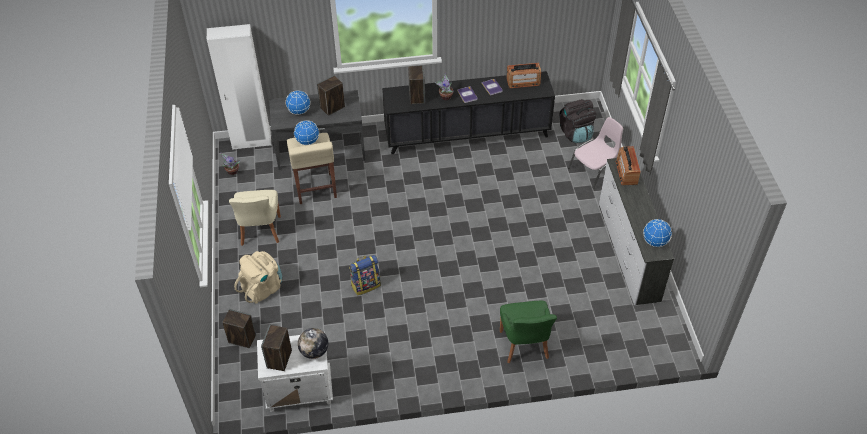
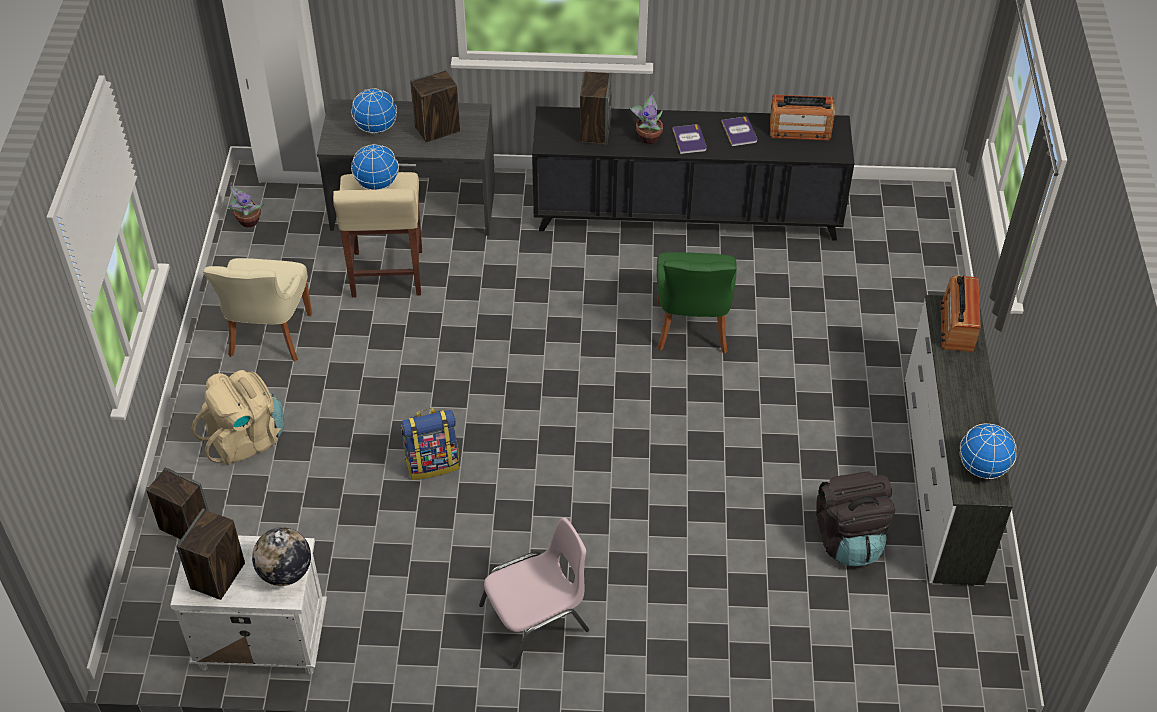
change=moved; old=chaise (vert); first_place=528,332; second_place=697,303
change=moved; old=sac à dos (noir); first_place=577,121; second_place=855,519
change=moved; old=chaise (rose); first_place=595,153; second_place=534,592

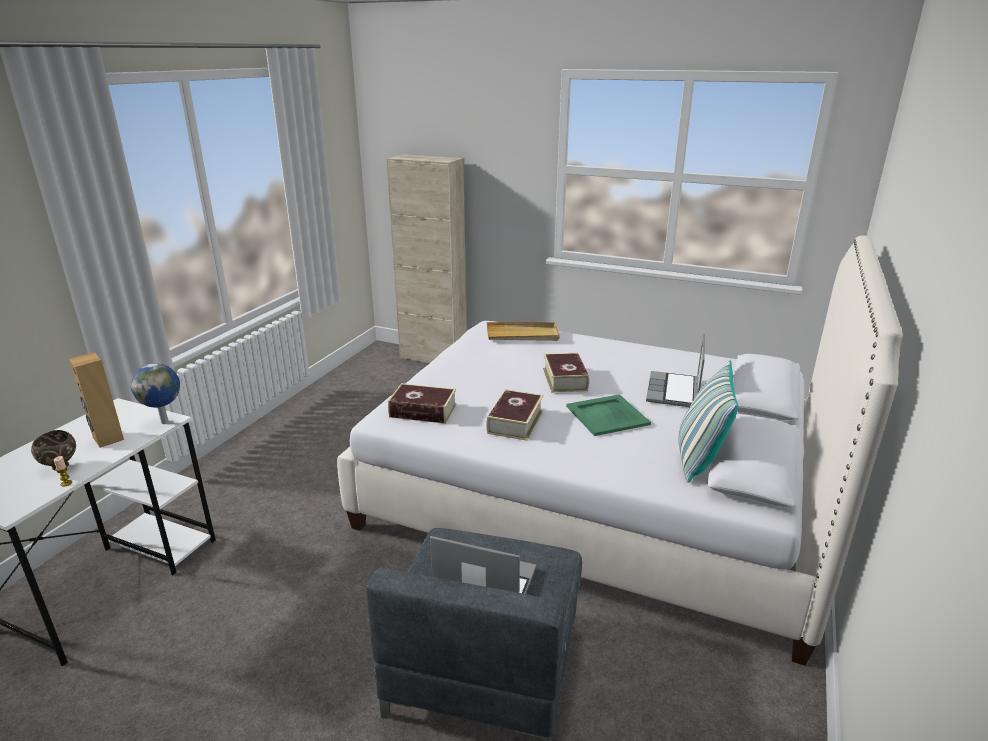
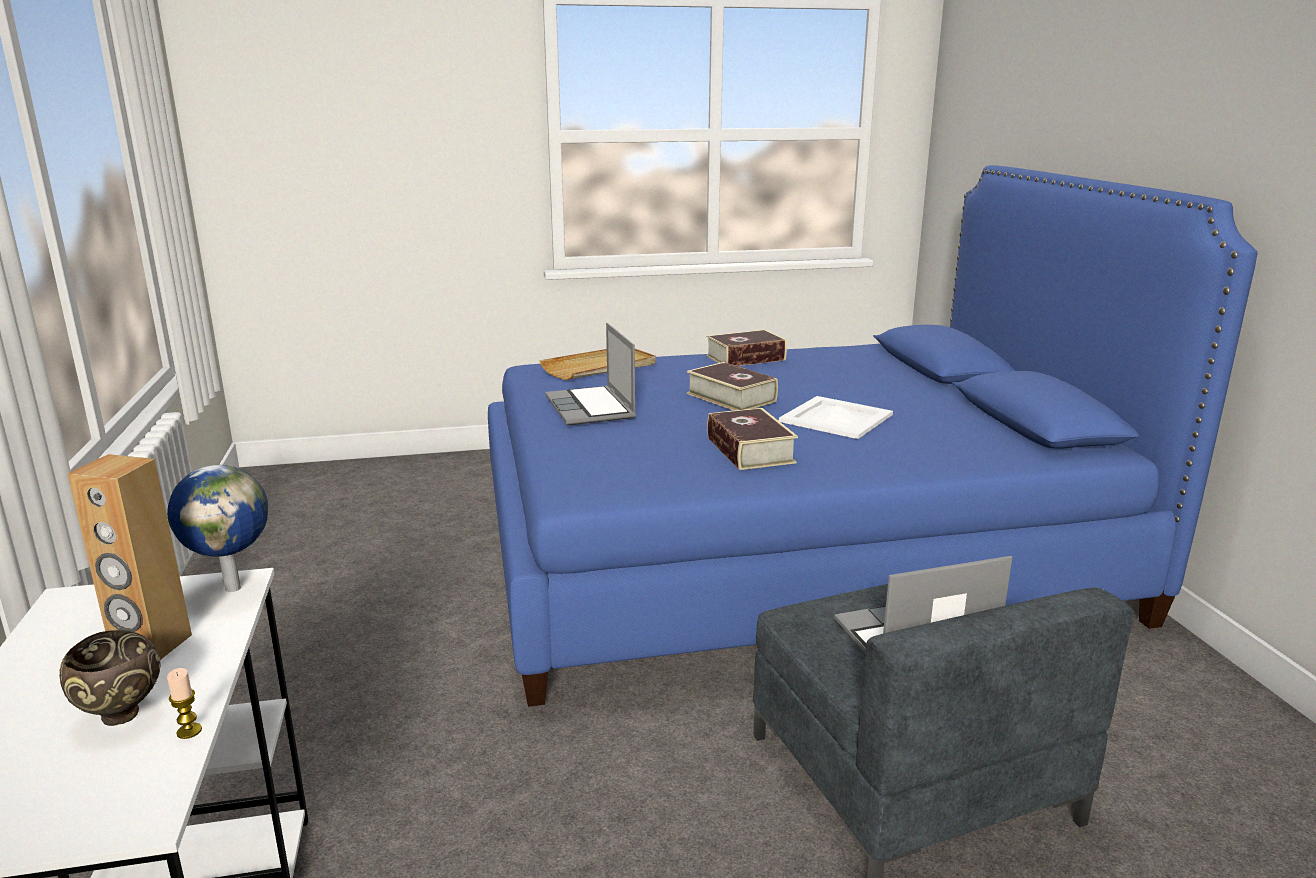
change=removed; old=meuble de rangement (beige); first_place=426,258
change=removed; old=coussin; first_place=708,421
change=moved; old=livre; first_place=422,403; second_place=746,348
change=moved; old=ordinateur portable; first_place=675,370; second_place=590,374
change=recoloured; old=lit (blanc); new=lit (bleu); first_place=620,450; second_place=873,436
change=recoloured; old=plateau (vert); new=plateau (blanc); first_place=608,415; second_place=836,417

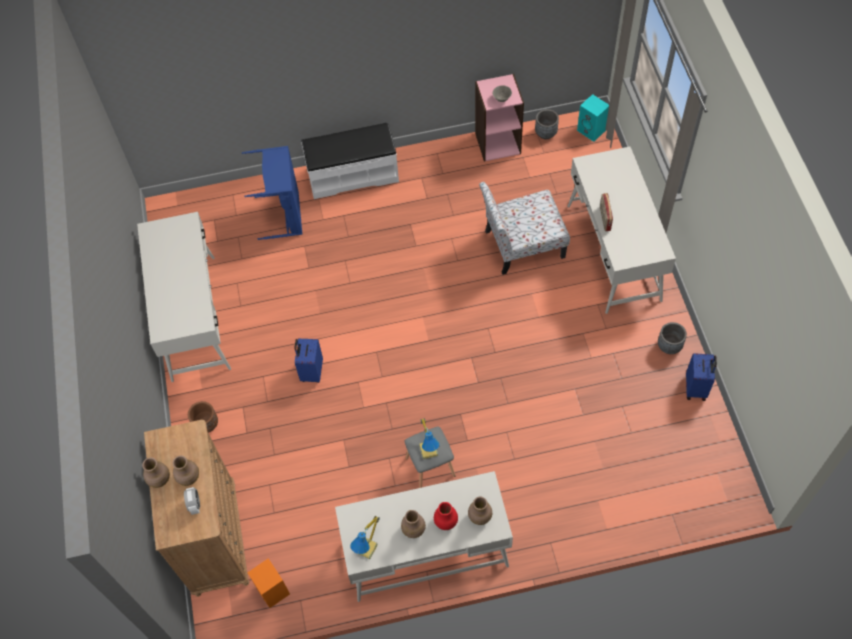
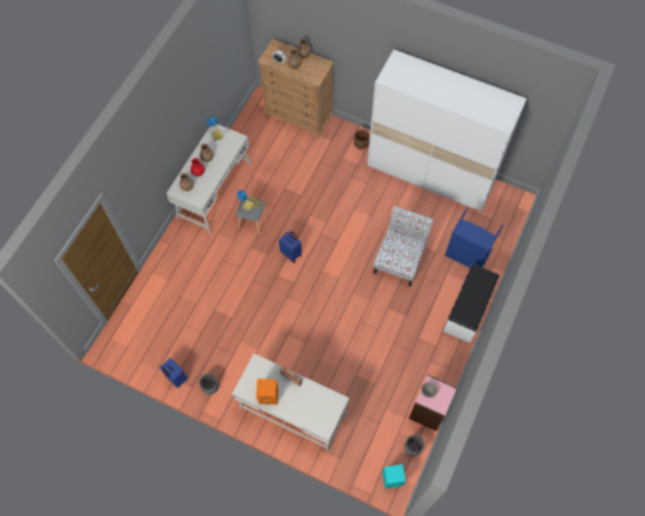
change=moved; old=enceinte (orange); first_place=268,583; second_place=267,392
change=moved; old=valise (bleu); first_place=308,360; second_place=290,247
change=moved; old=chaise; first_place=524,228; second_place=403,246
change=replaced; old=bureau (blanc); new=armoire (blanc); first_place=184,297; second_place=447,130

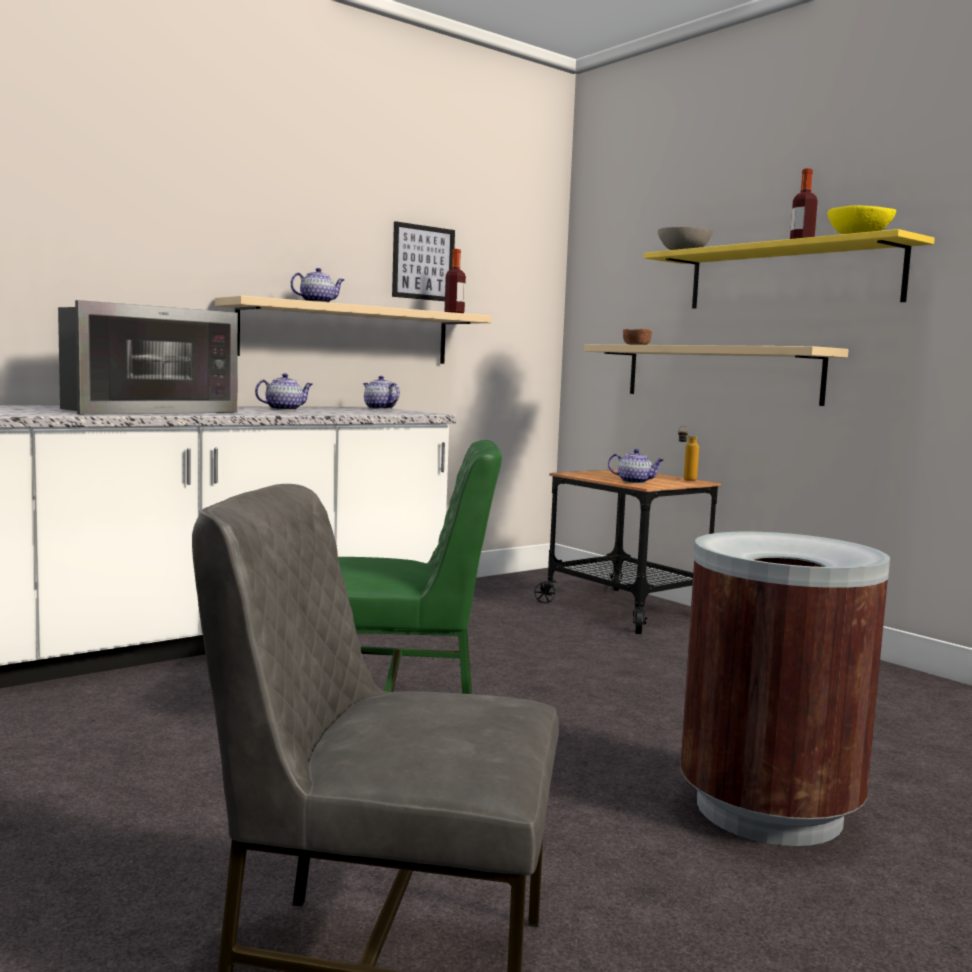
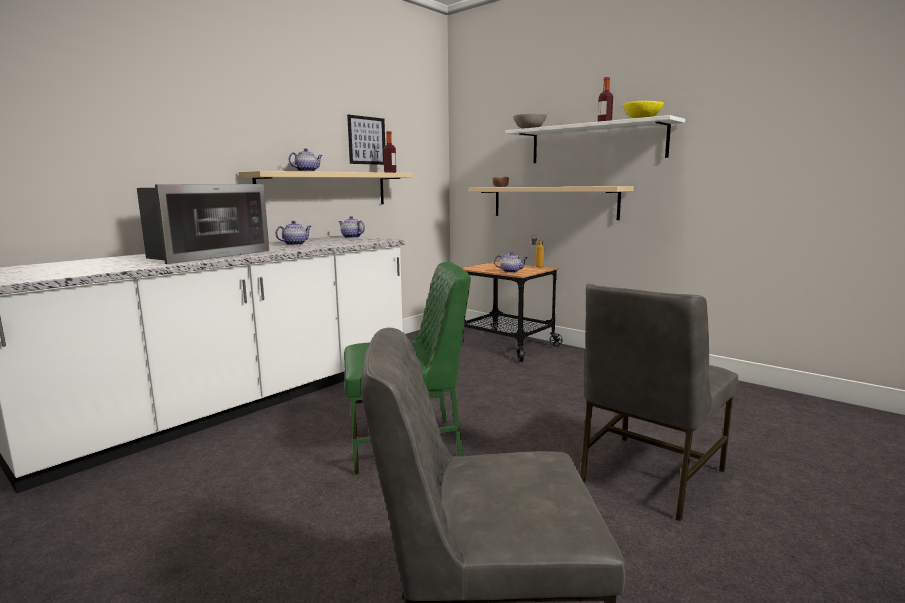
change=replaced; old=poubelle (marron); new=chaise (gris); first_place=785,689; second_place=659,402
change=recoloured; old=étagère (jaune); new=étagère (blanc); first_place=789,268; second_place=595,139

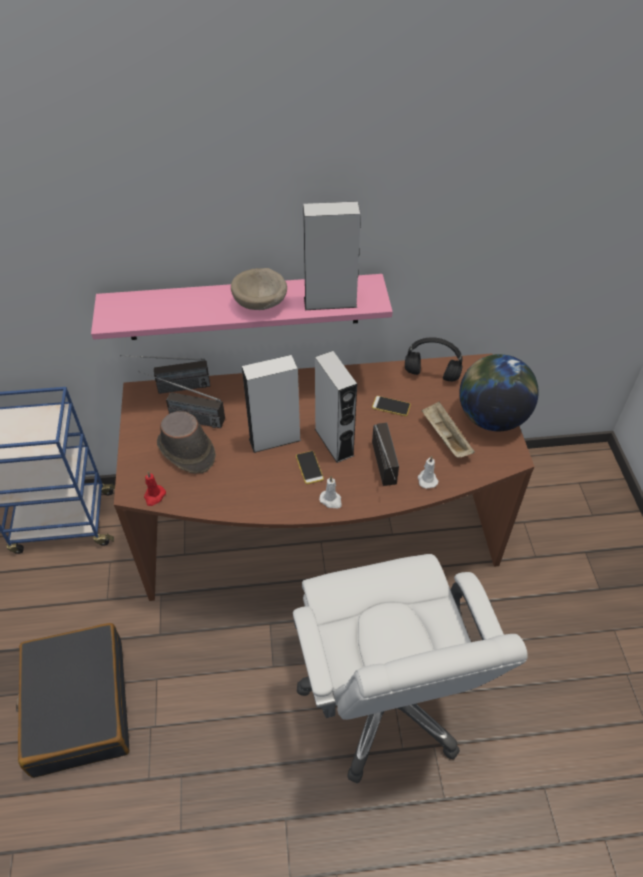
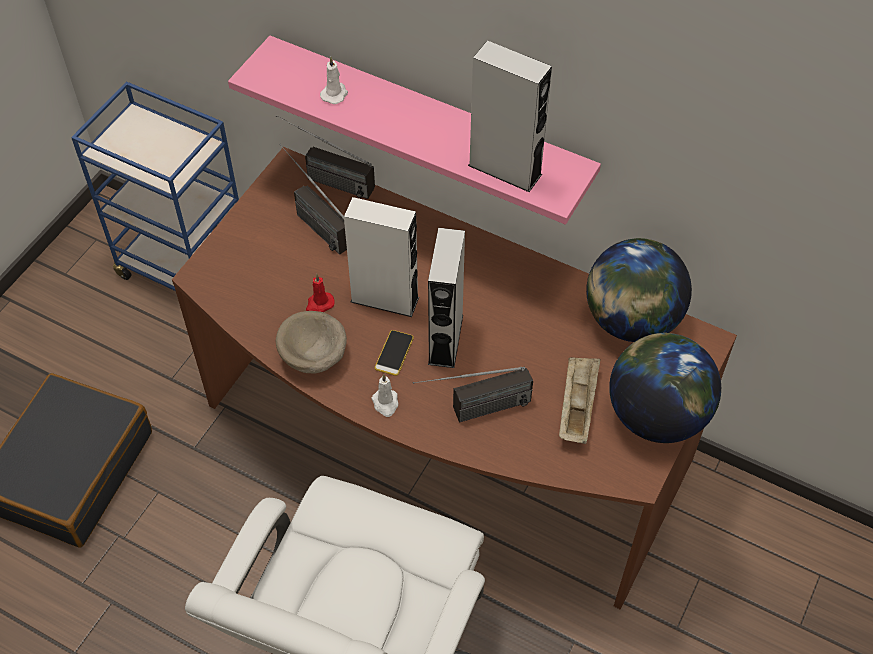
change=removed; old=chapeau (marron); first_place=186,442
change=removed; old=téléphone; first_place=391,406
change=moved; old=bougie (rouge); first_place=155,489; second_place=320,293
change=moved; old=bol (beige); first_place=259,289; second_place=311,342
change=moved; old=bougie (blanc); first_place=428,472; second_place=334,80
change=replaced; old=casque audio (noir); new=globe; first_place=434,359; second_place=639,290
change=turned; old=radio; first_place=385,454; second_place=473,394; degrees=45

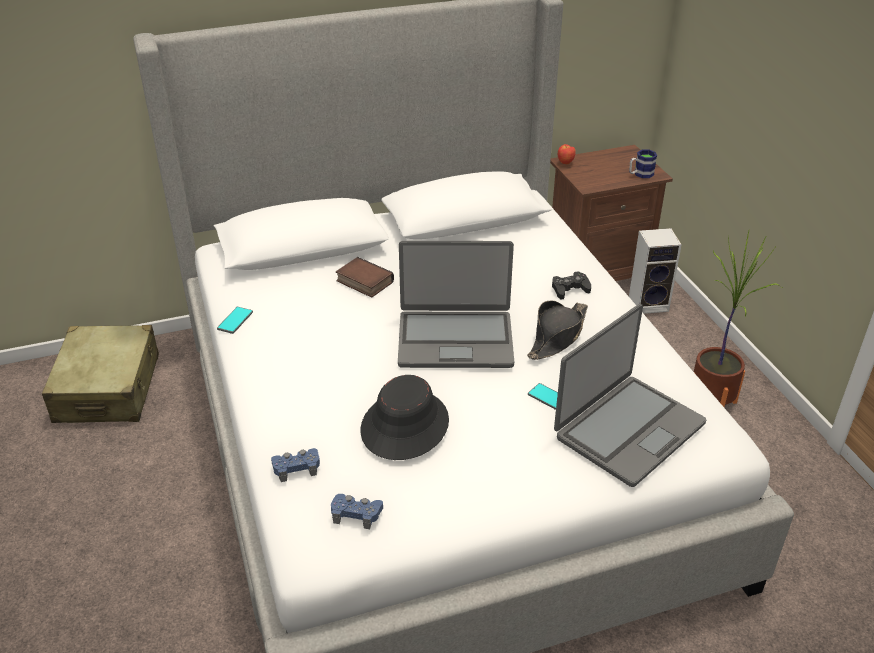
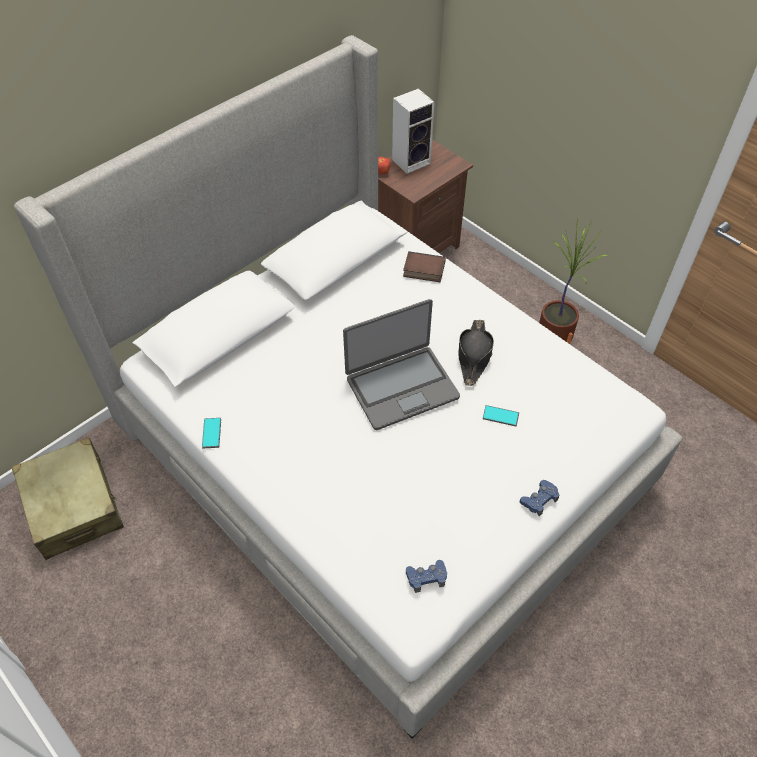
change=removed; old=chapeau (noir); first_place=405,417
change=removed; old=manette (noir); first_place=571,285
change=removed; old=ordinateur portable; first_place=630,395
change=removed; old=mug; first_place=643,164
change=moved; old=manette (bleu); first_place=295,465; second_place=539,498
change=moved; old=livre; first_place=365,277; second_place=424,266
change=moved; old=enceinte; first_place=655,271; second_place=413,131

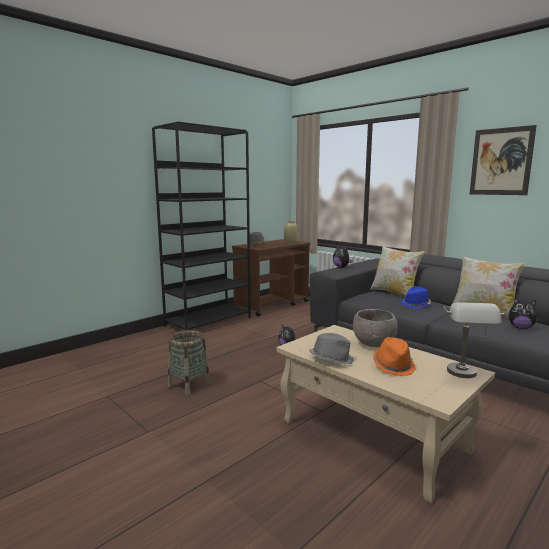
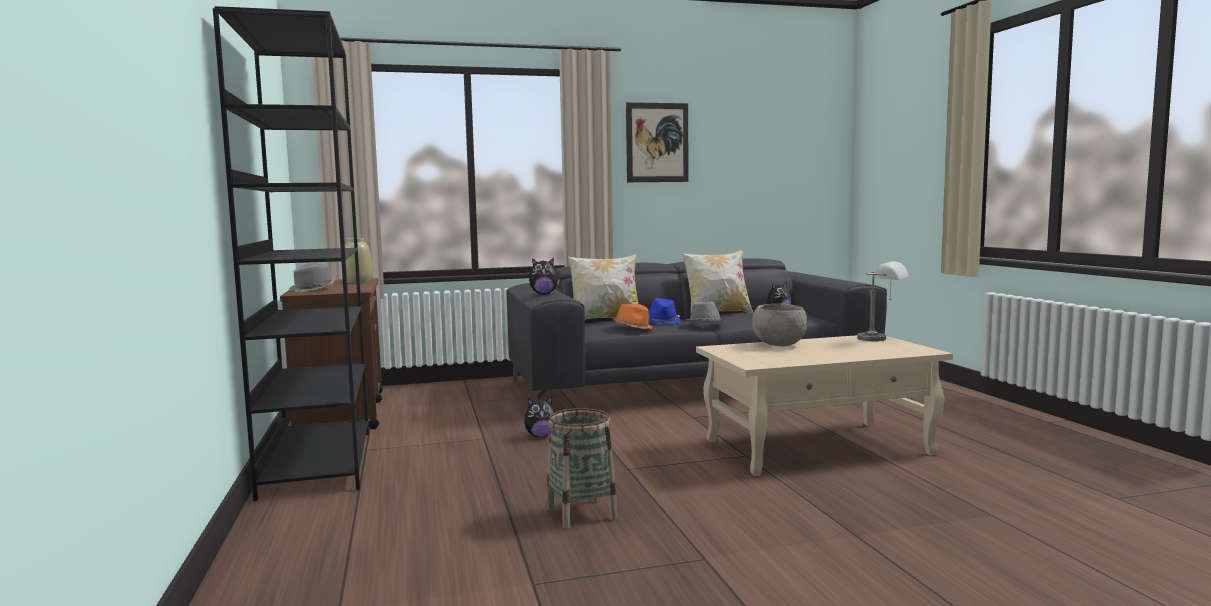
change=moved; old=chapeau (gris); first_place=331,348; second_place=705,311
change=moved; old=chapeau (orange); first_place=394,356; second_place=633,316

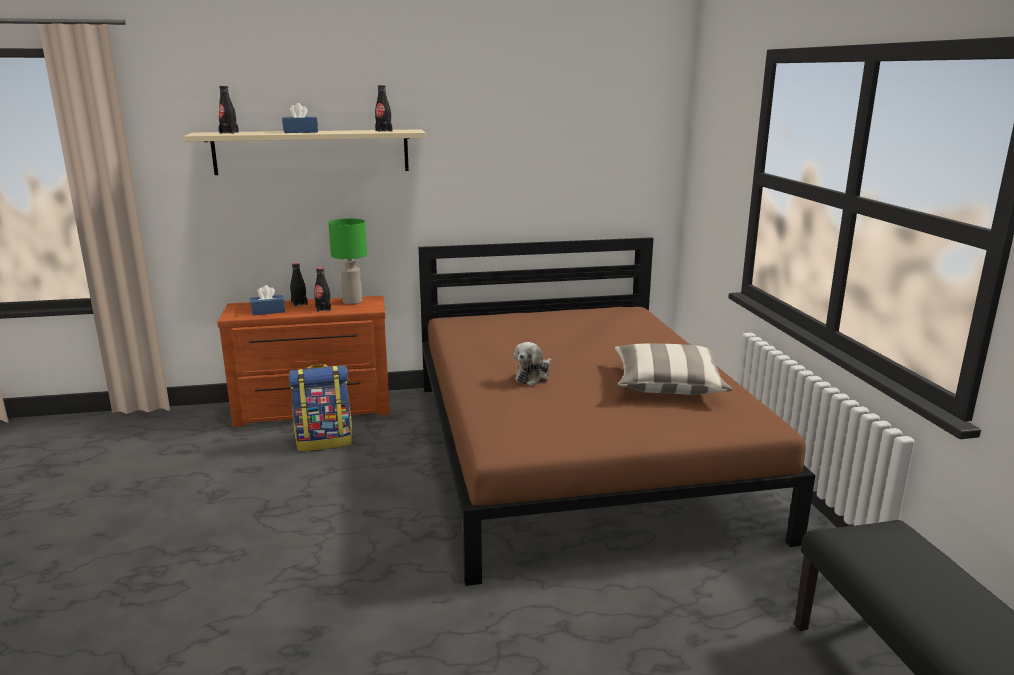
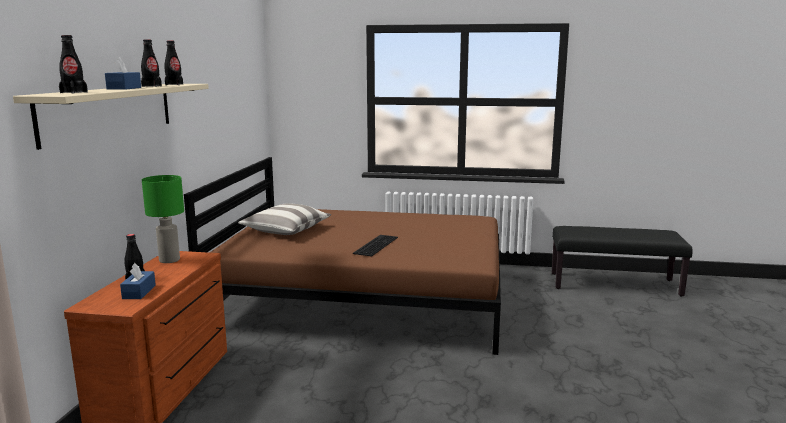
change=removed; old=sac à dos; first_place=320,407
change=moved; old=bouteille (noir); first_place=322,289; second_place=151,63
change=moved; old=coussin; first_place=674,369; second_place=284,219
change=replaced; old=peluche; new=clavier; first_place=533,364; second_place=375,246

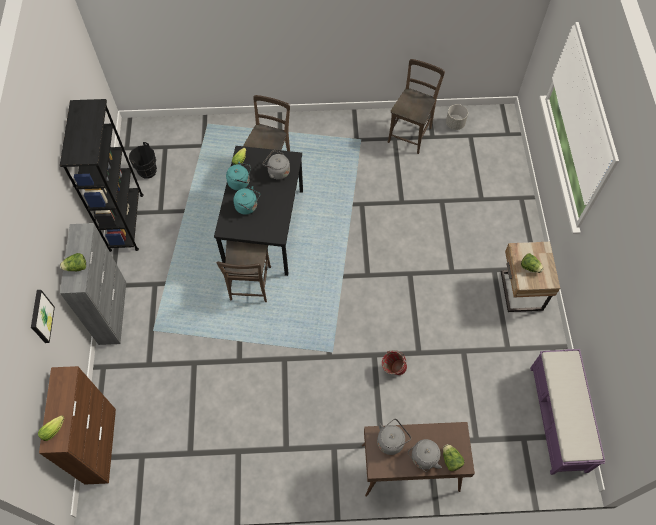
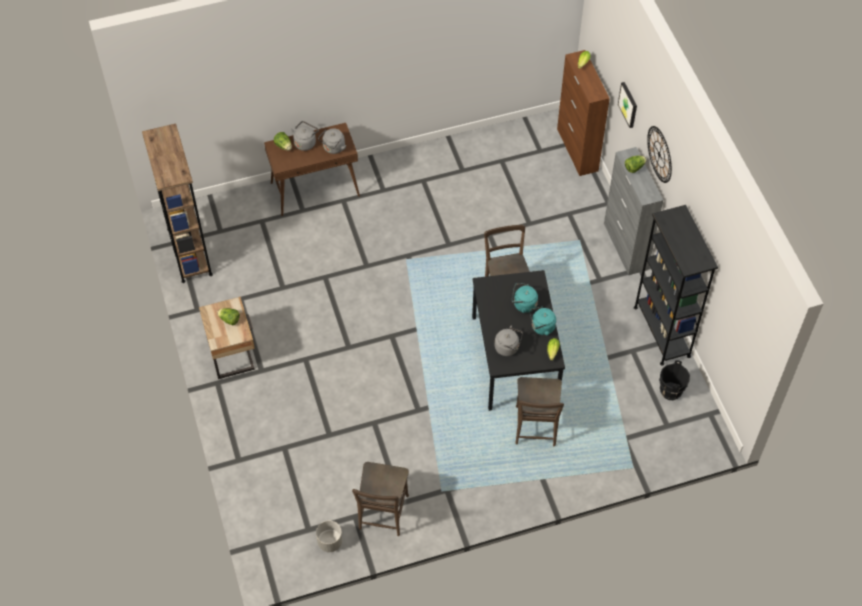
change=removed; old=seau (rouge); first_place=394,362
change=added; new=horloge murale; second_place=659,154
change=replaced; old=banc (violet); new=bibliothèque (marron); first_place=567,412; second_place=177,203

